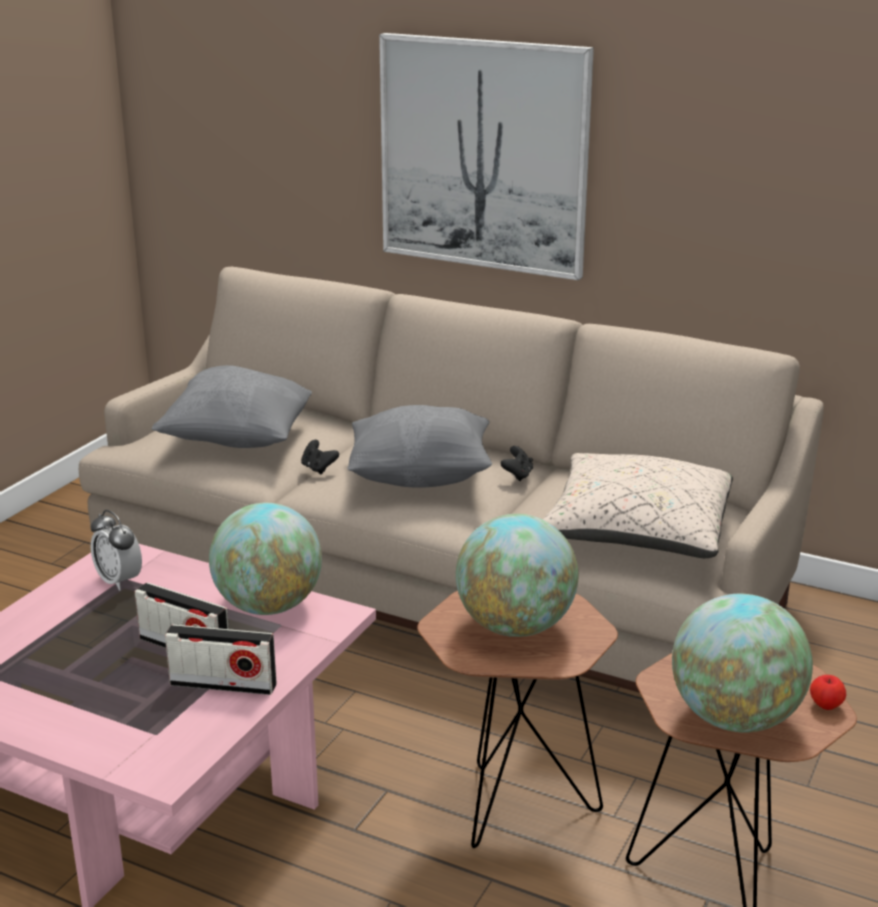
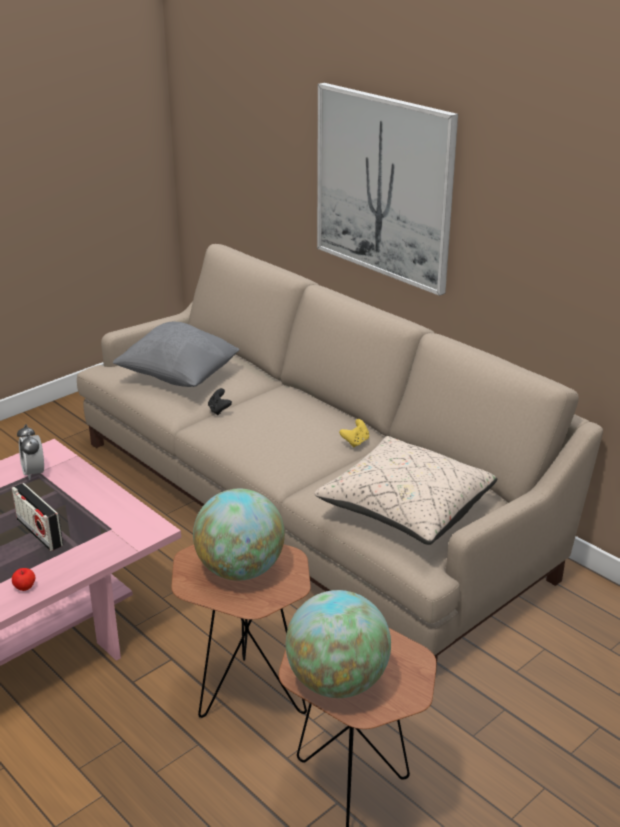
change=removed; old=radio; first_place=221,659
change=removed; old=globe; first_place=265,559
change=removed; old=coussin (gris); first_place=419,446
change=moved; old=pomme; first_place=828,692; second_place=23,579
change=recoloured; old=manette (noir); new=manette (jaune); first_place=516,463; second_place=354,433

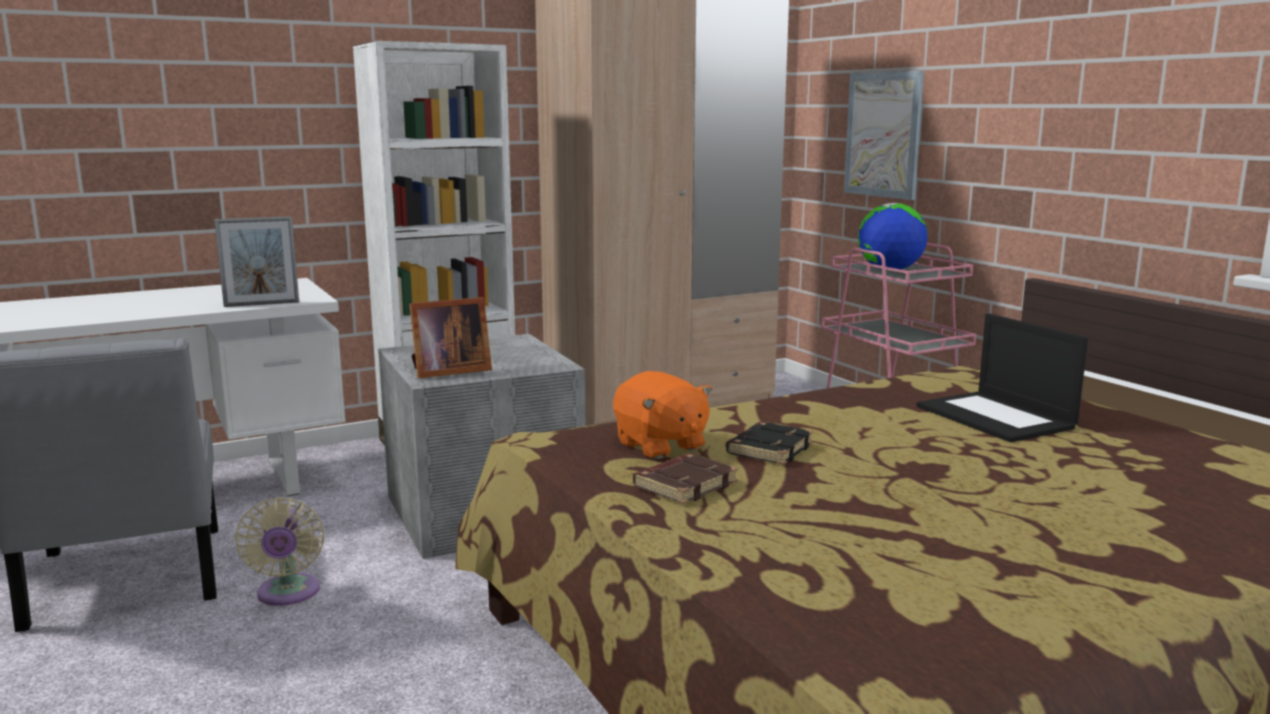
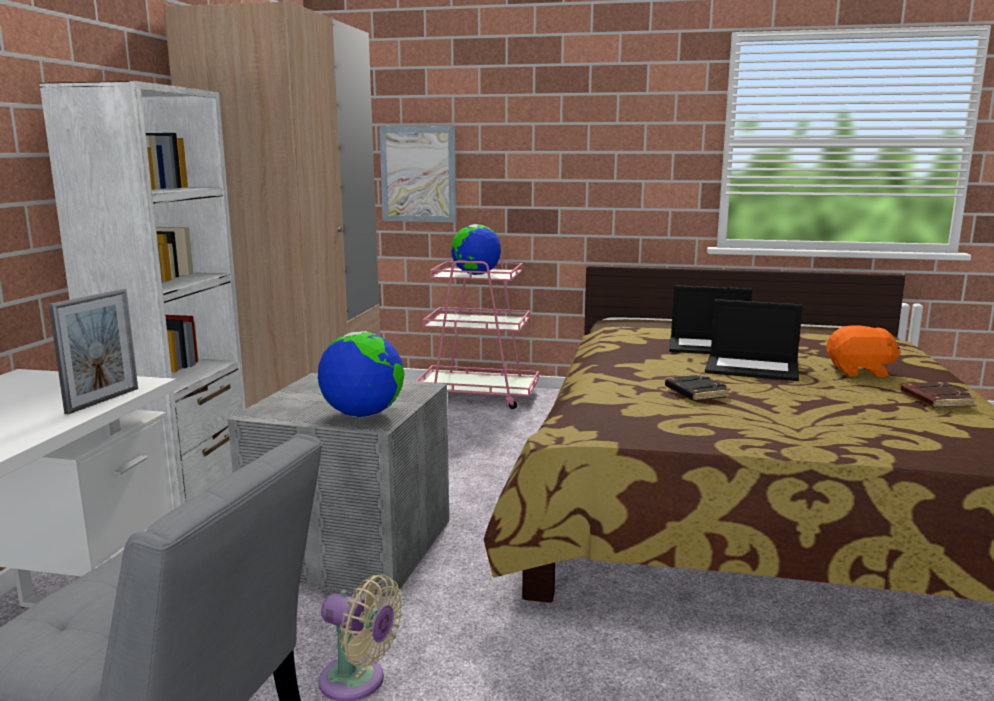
change=added; new=ordinateur portable; second_place=754,340
change=moved; old=peluche (orange); first_place=662,415; second_place=863,351
change=moved; old=livre (marron); first_place=685,478; second_place=938,395
change=replaced; old=cadre photo; new=globe; first_place=450,337; second_place=361,374

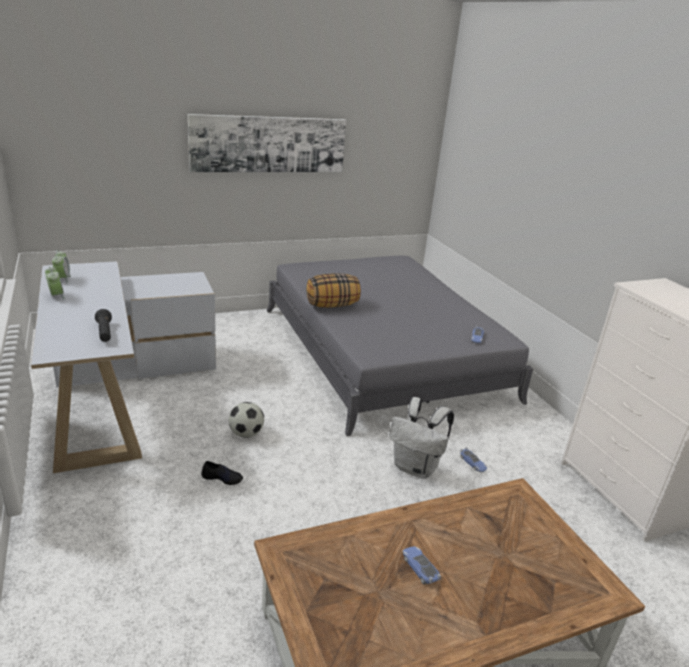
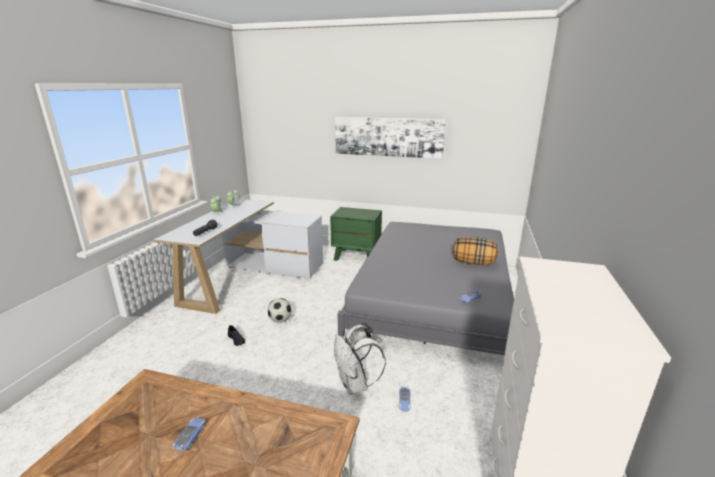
change=added; new=table de chevet (vert); second_place=356,234
change=moved; old=coussin; first_place=333,290; second_place=475,251

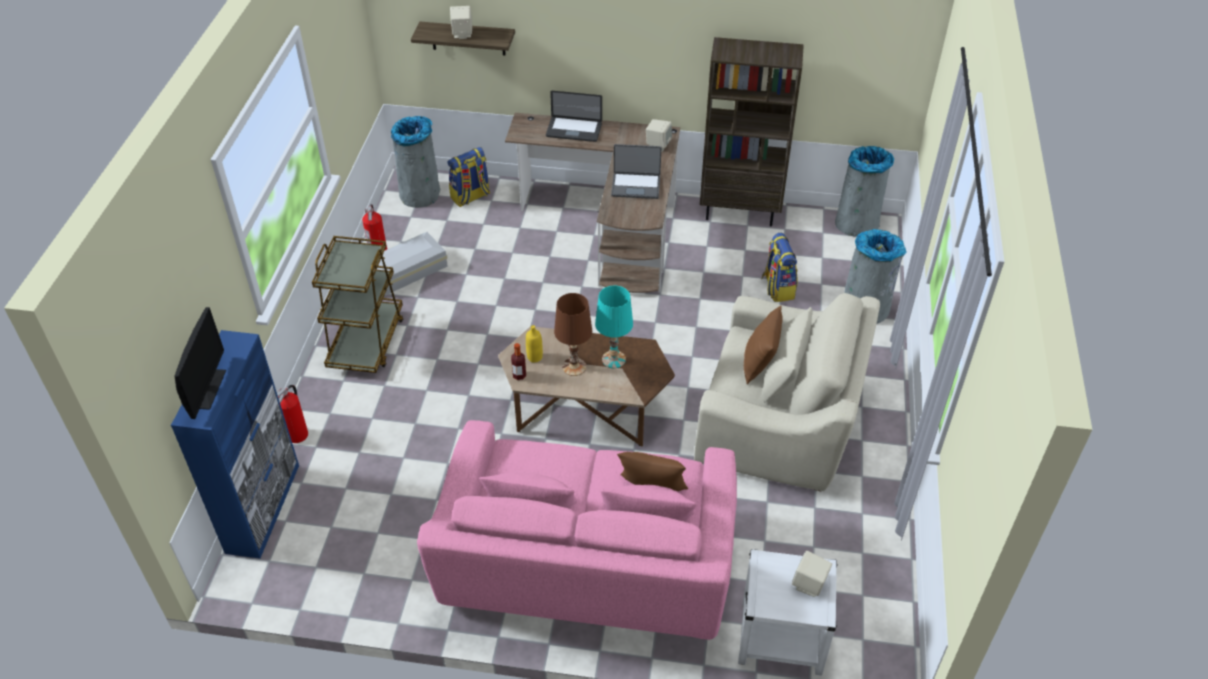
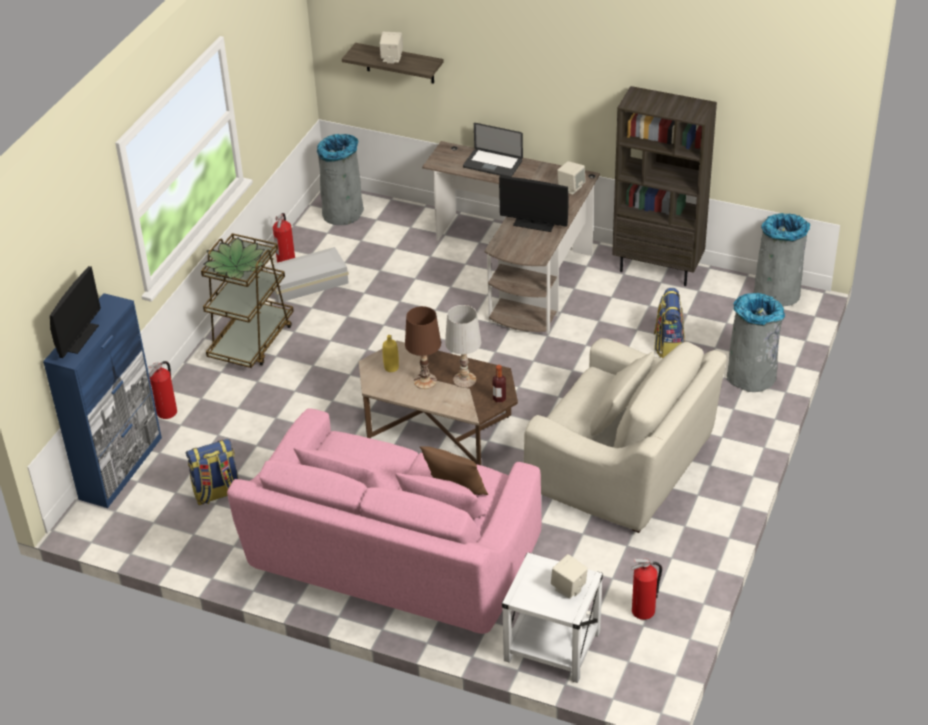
change=removed; old=coussin (marron); first_place=763,345
change=added; new=plante en pot; second_place=234,258
change=added; new=extincteur; second_place=646,589
change=moved; old=sac à dos; first_place=468,177; second_place=212,472
change=moved; old=bouteille; first_place=518,361; second_place=499,384
change=replaced; old=ordinateur portable; new=écran d'ordinateur; first_place=636,171; second_place=533,204
change=recoloured; old=lampe de table (turquoise); new=lampe de table (blanc); first_place=614,327; second_place=463,346

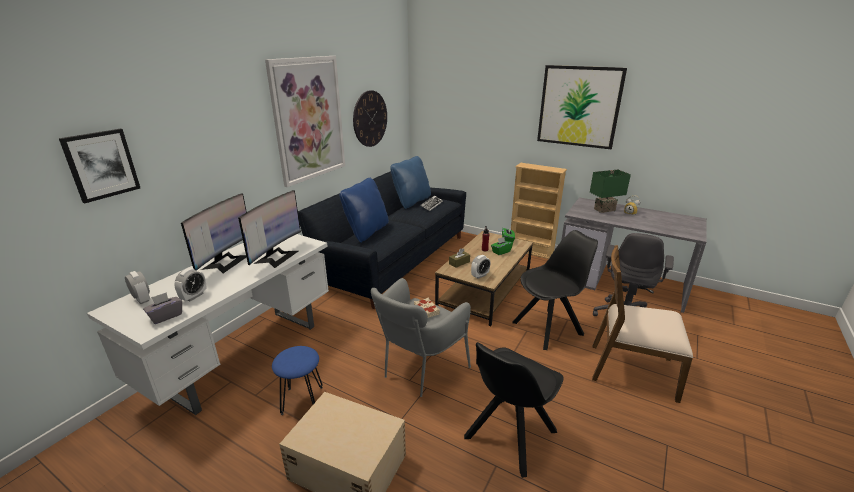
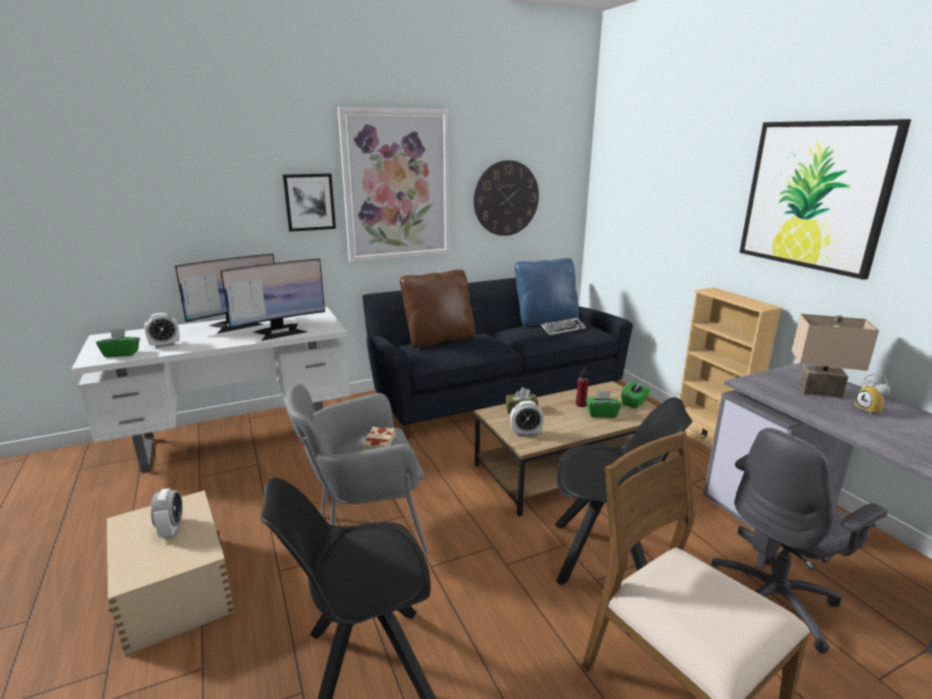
change=removed; old=tabouret (bleu); first_place=297,380
change=moved; old=tableau; first_place=99,166; second_place=309,202
change=moved; old=réveil; first_place=137,287; second_place=166,513
change=recoloured; old=boîte à mouchoirs (gris); new=boîte à mouchoirs (vert); first_place=162,308; second_place=118,343
change=recoloured; old=coussin (bleu); new=coussin (marron); first_place=364,210; second_place=437,308
change=recoloured; old=lampe de table (vert); new=lampe de table (beige); first_place=610,191; second_place=835,356

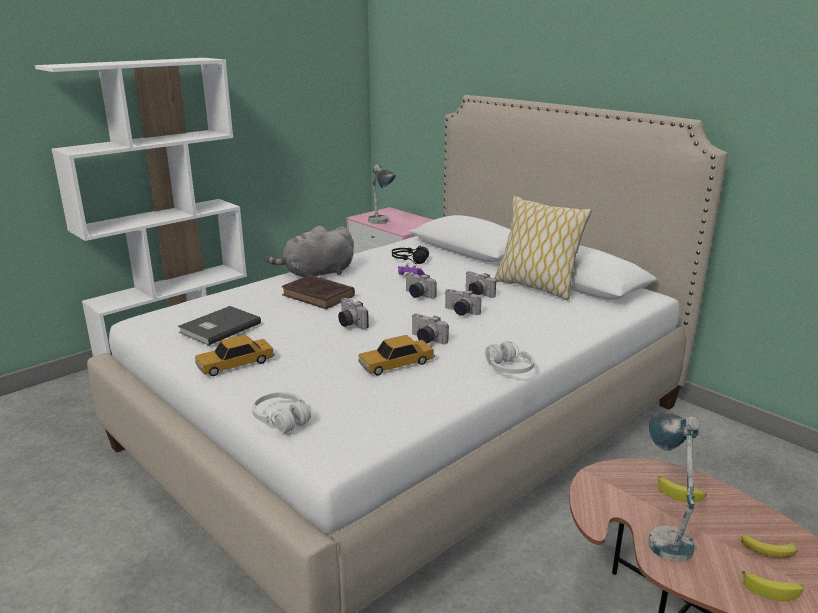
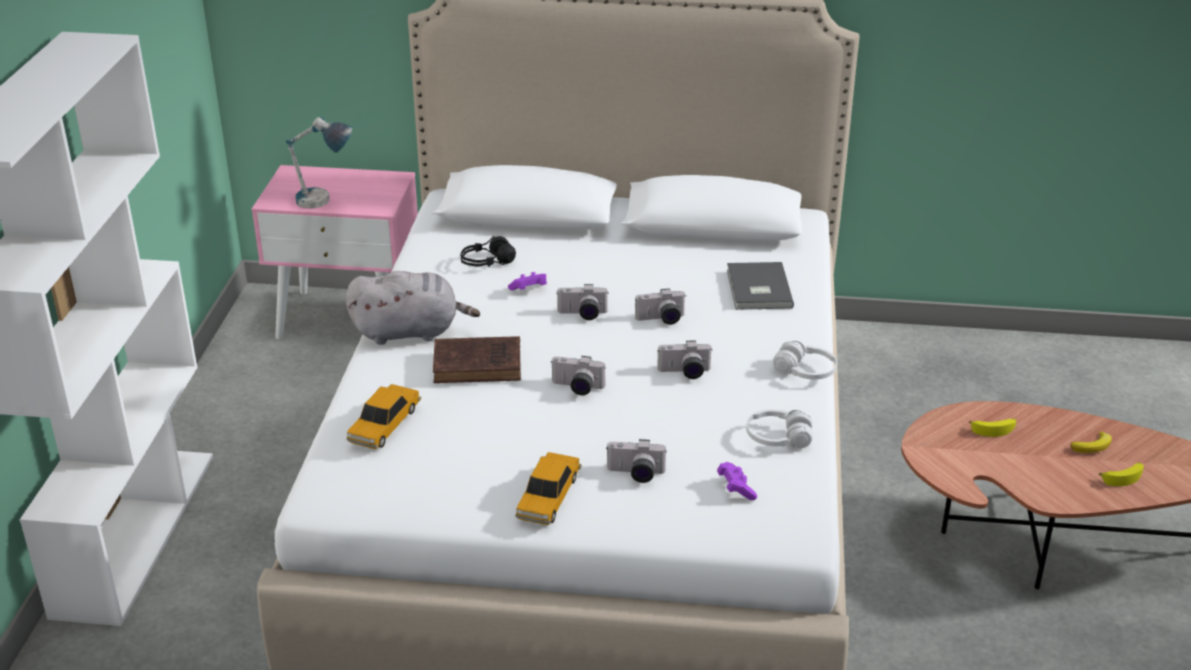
change=removed; old=coussin; first_place=543,247
change=removed; old=lampe de table; first_place=673,487
change=added; new=manette (violet); second_place=737,481
change=moved; old=livre (gris); first_place=219,325; second_place=760,286
change=moved; old=casque audio (blanc); first_place=281,412; second_place=779,428
change=moved; old=petite voiture; first_place=396,355; second_place=384,416
change=moved; old=appareil photo; first_place=480,284; second_place=637,461
change=turned; old=peluche (gris); first_place=310,251; second_place=413,308; degrees=-120

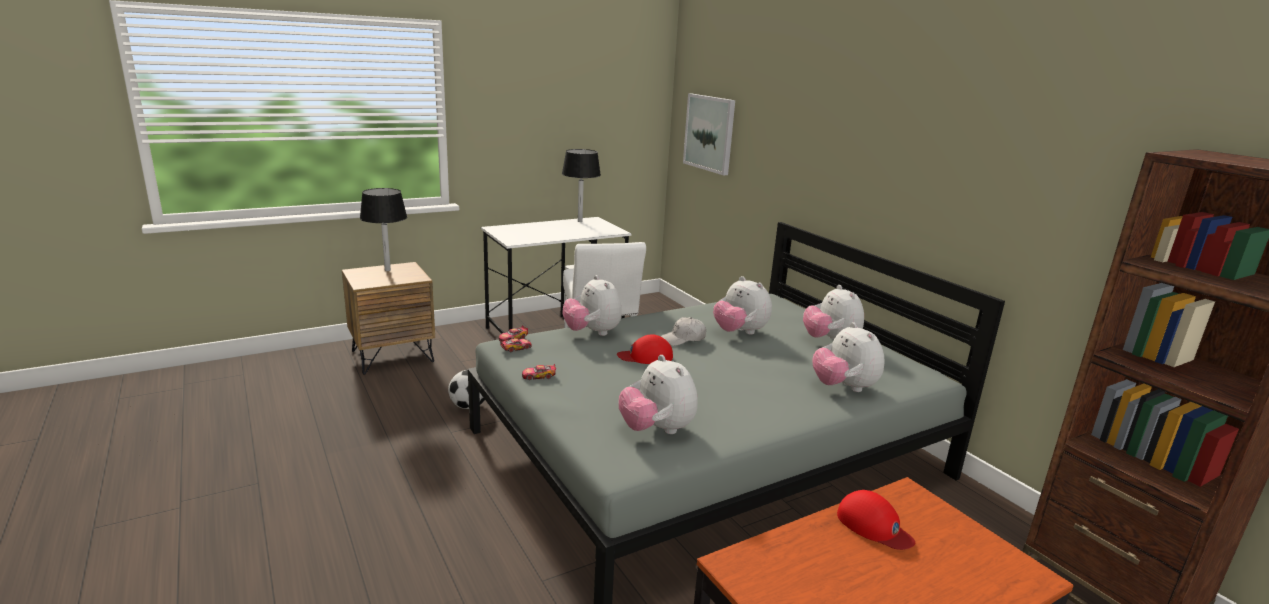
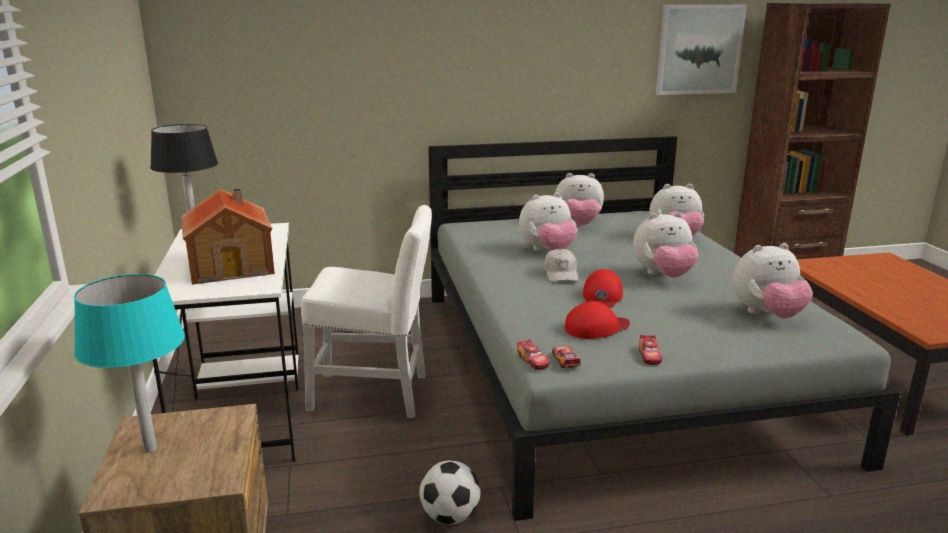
change=added; new=maison miniature; second_place=228,237
change=moved; old=peluche; first_place=592,305; second_place=665,245
change=moved; old=tableau; first_place=709,134; second_place=701,50
change=moved; old=casquette (rouge); first_place=876,520; second_place=597,320
change=recoloured; old=lampe de table (noir); new=lampe de table (turquoise); first_place=383,229; second_place=129,363

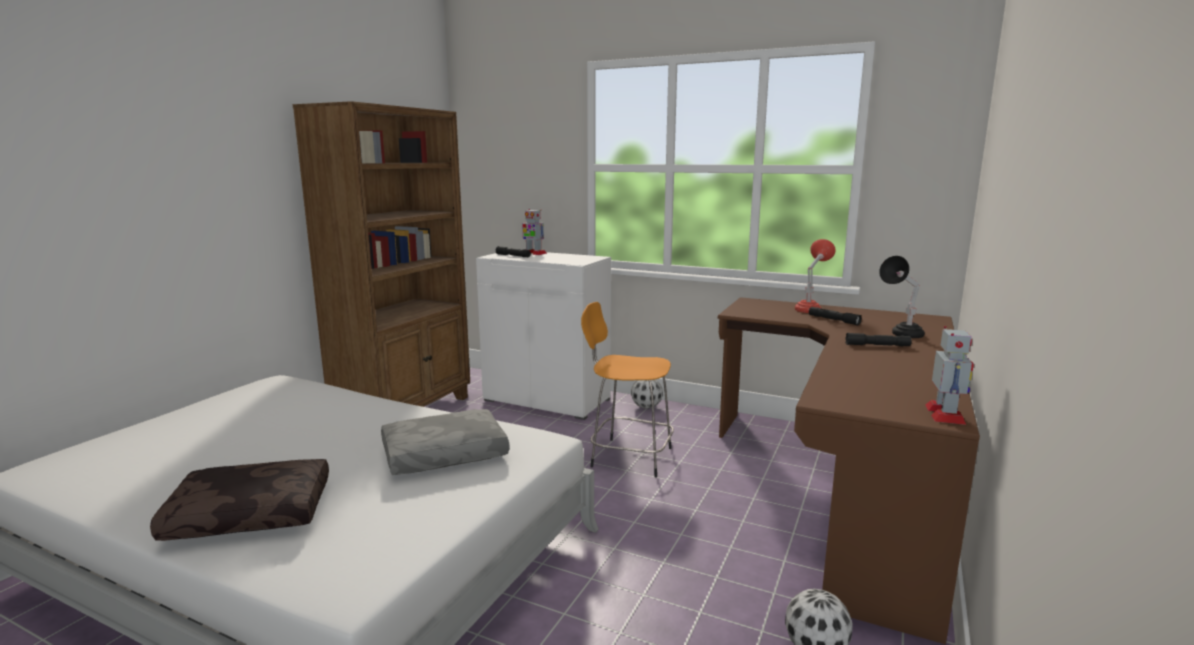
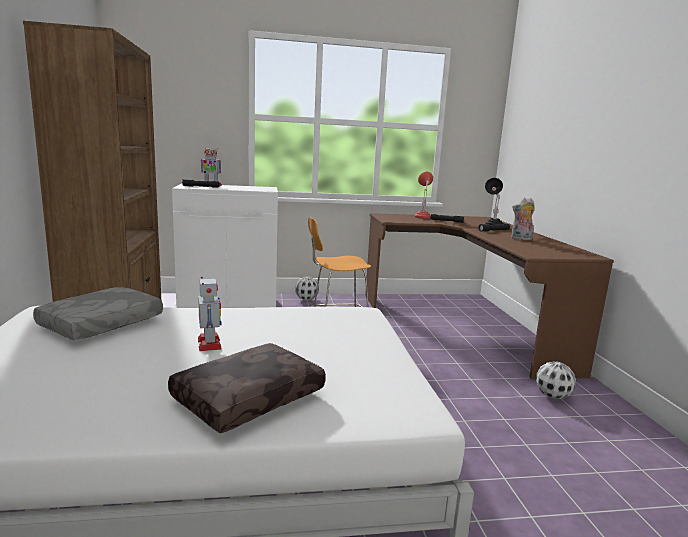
change=added; new=peluche; second_place=523,219
change=moved; old=coussin (gris); first_place=445,442; second_place=98,313
change=moved; old=robot jouet; first_place=949,375; second_place=210,314

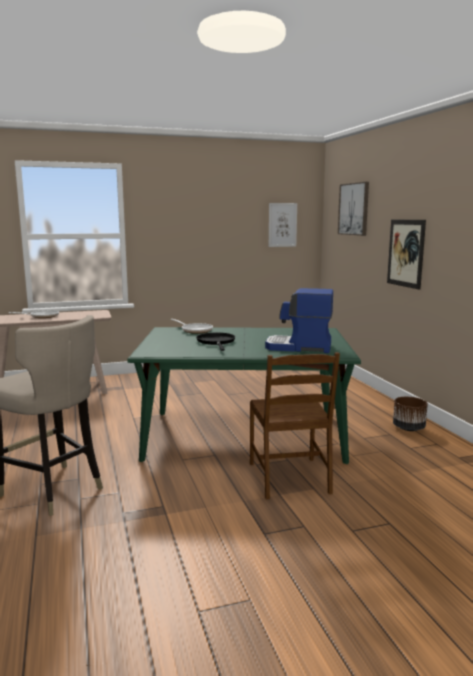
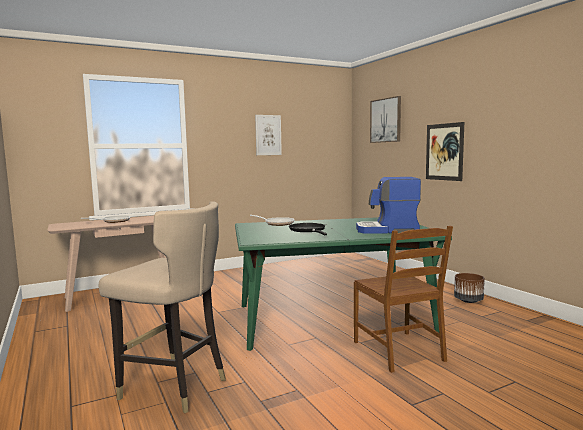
change=moved; old=tableau; first_place=283,225; second_place=268,135

